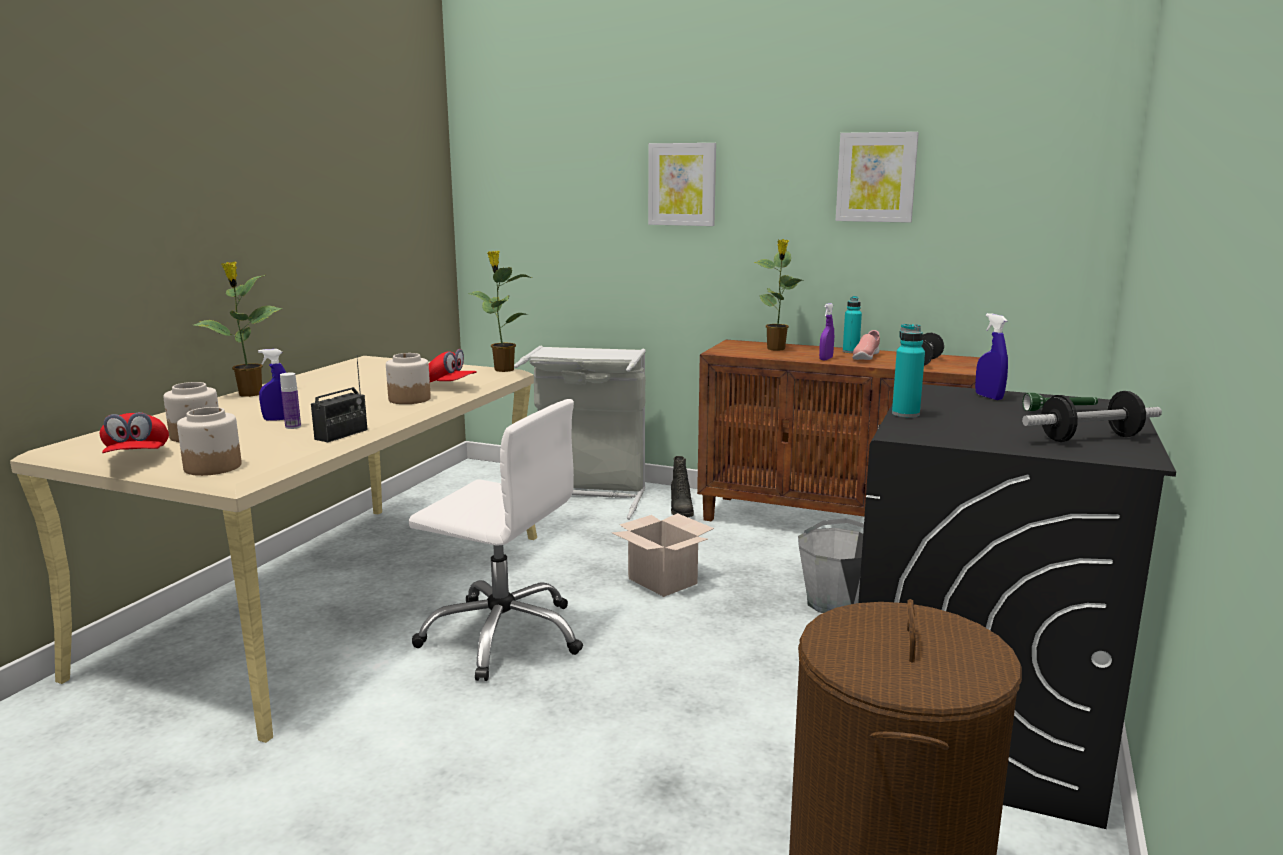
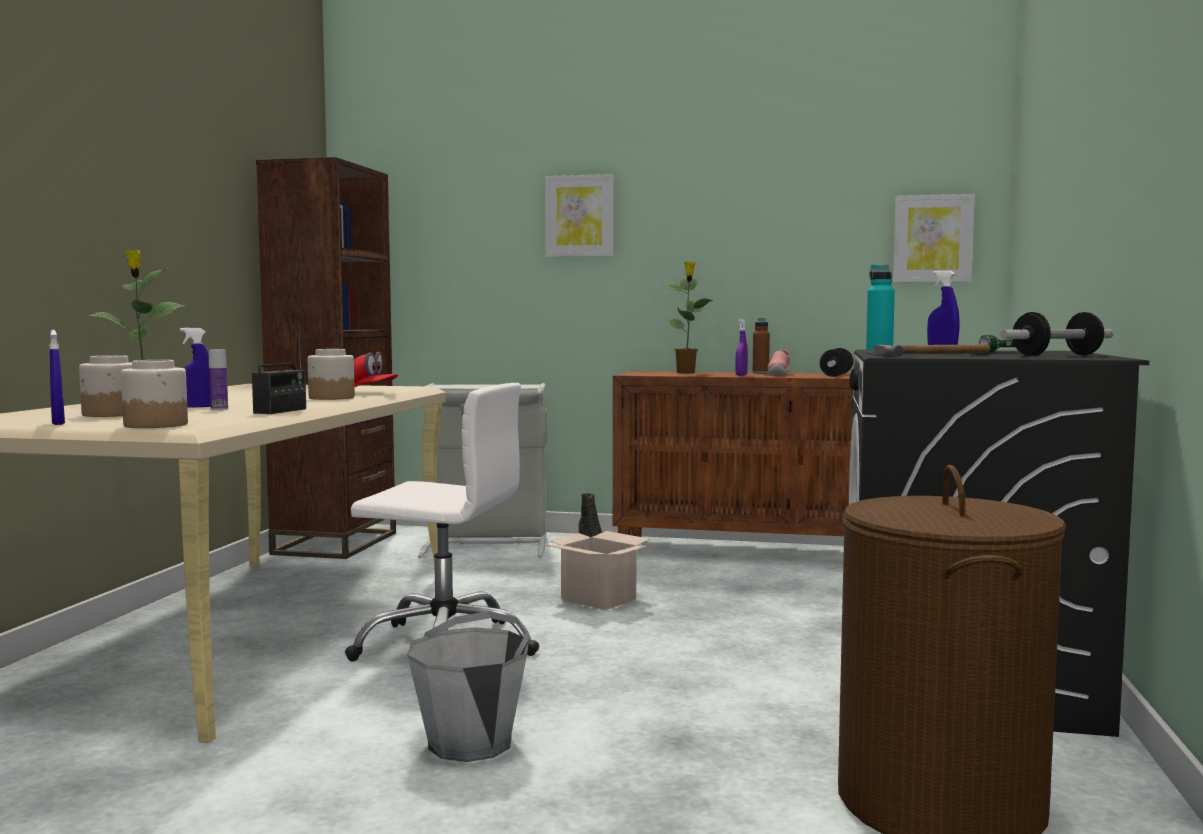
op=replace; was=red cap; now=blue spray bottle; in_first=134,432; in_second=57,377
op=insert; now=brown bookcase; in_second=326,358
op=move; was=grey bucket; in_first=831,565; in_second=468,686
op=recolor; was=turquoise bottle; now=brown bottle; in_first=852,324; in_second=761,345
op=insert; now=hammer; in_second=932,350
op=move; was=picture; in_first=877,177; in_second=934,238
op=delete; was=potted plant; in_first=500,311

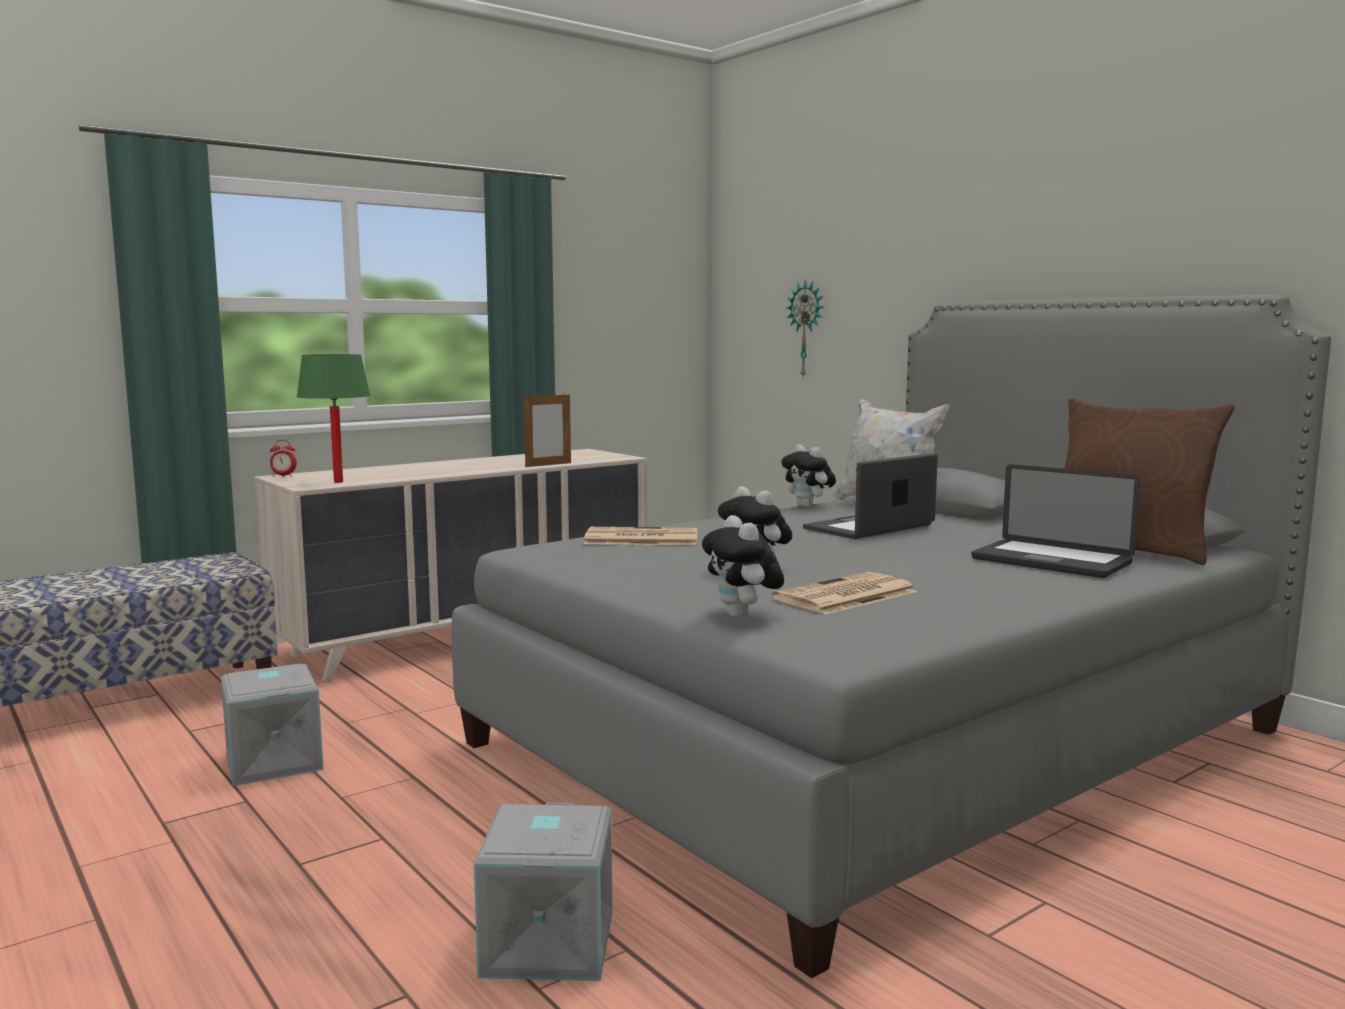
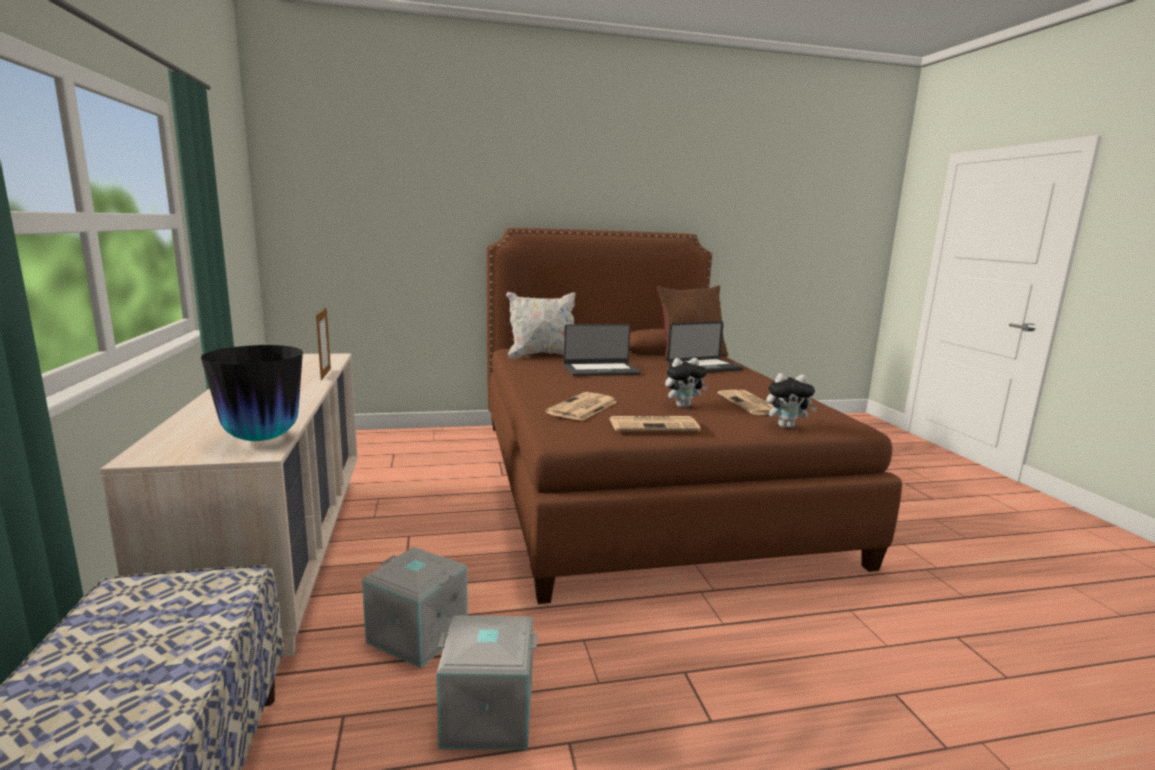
op=replace; was=green table lamp; now=vase; in_first=334,418; in_second=252,393
op=move; was=grey storage box; in_first=543,891; in_second=415,607
op=recolor; was=grey bed; now=brown bed; in_first=891,636; in_second=694,416
op=rotate; was=laptop; in_first=870,496; in_second=602,350; clockwise=-90
op=insert; now=newspaper; in_second=655,423
op=delete; was=alarm clock; in_first=283,458
op=delete; was=plush toy; in_first=808,476
op=delete; was=wall clock; in_first=805,328

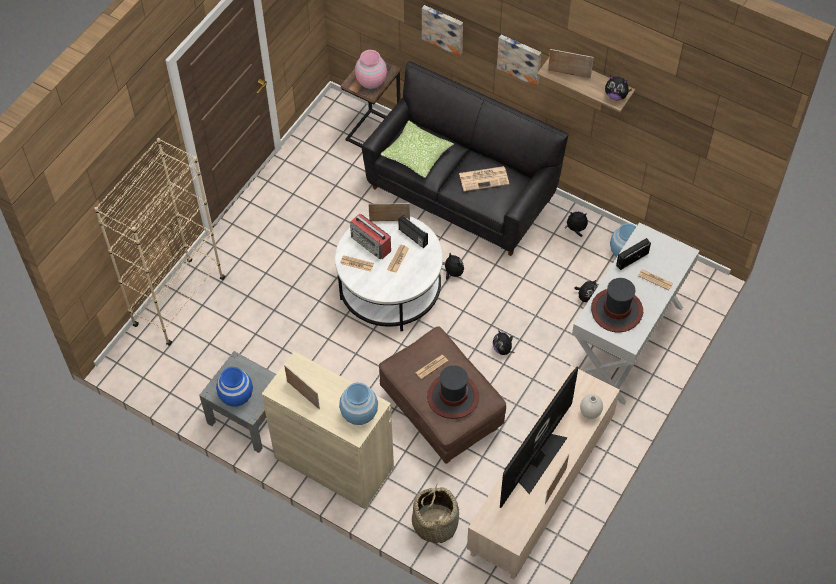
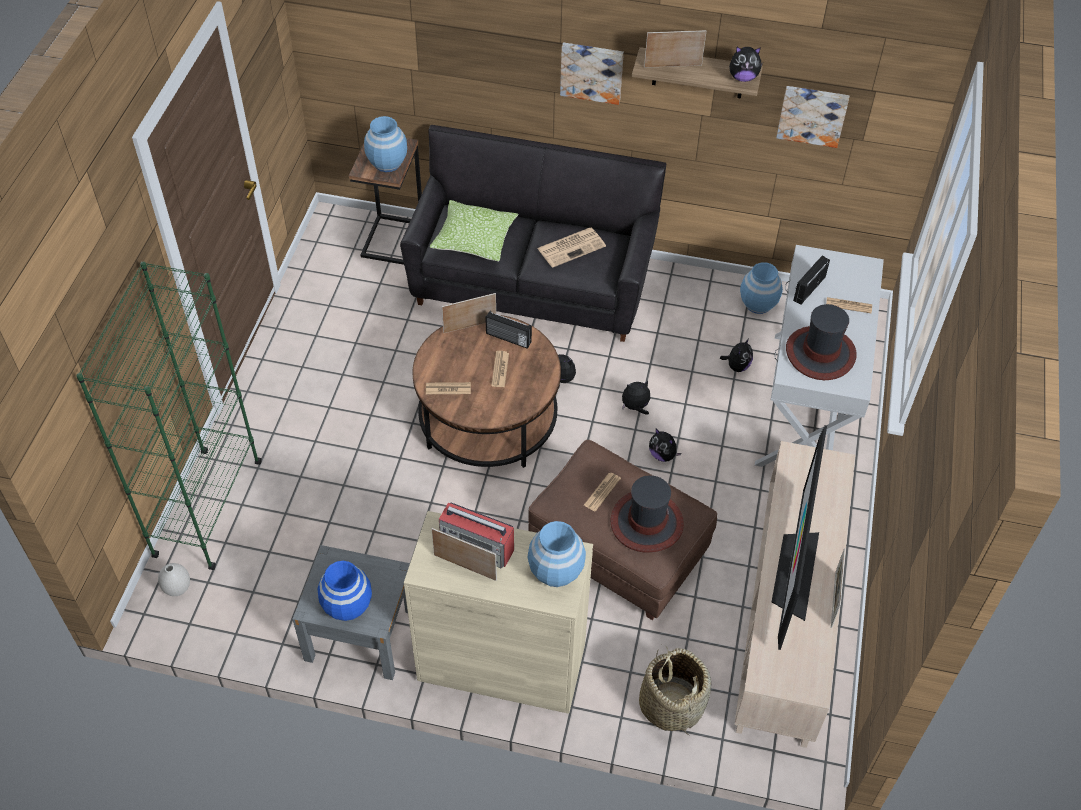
op=recolor; was=beige bookcase; now=green bookcase; in_first=159,241; in_second=169,416
op=move; was=white vase; in_first=591,406; in_second=174,579
op=recolor; was=pink vase; now=blue vase; in_first=371,70; in_second=385,144
op=recolor; was=white coffee table; now=brown coffee table; in_first=389,273; in_second=486,391
op=move; was=radio; in_first=370,236; in_second=476,535
op=move; was=plush toy; in_first=576,224; in_second=636,398
op=move; was=picture; in_first=442,30; in_second=812,117

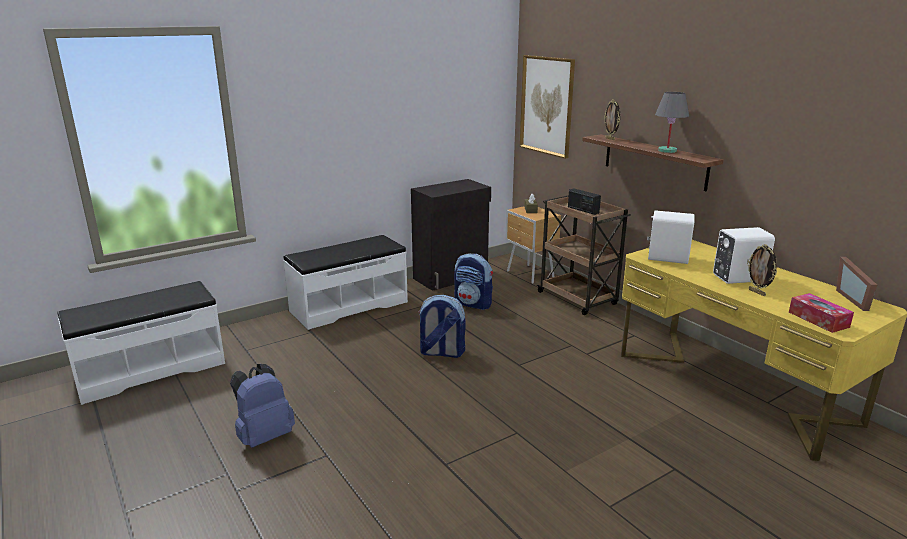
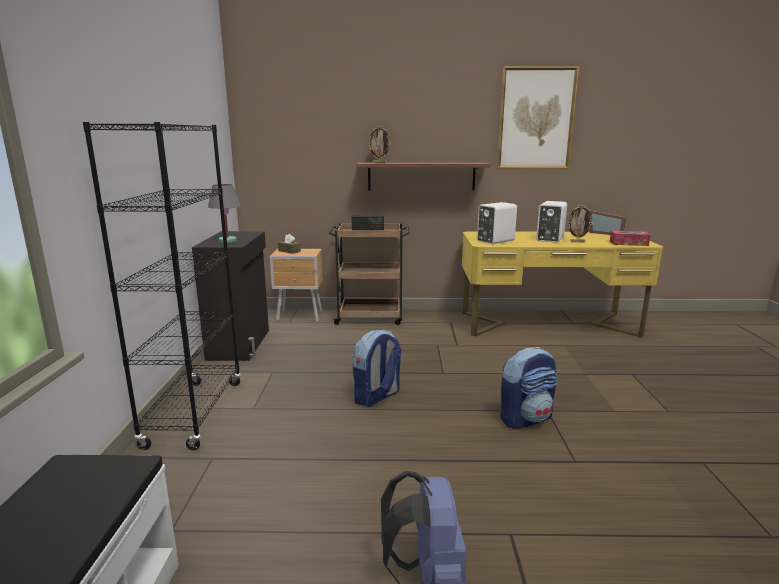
op=replace; was=white bench; now=black bookcase; in_first=345,282; in_second=162,286
op=move; was=grey table lamp; in_first=672,122; in_second=224,213
op=move; was=picture; in_first=547,107; in_second=538,117
op=move; was=backpack; in_first=473,282; in_second=528,388

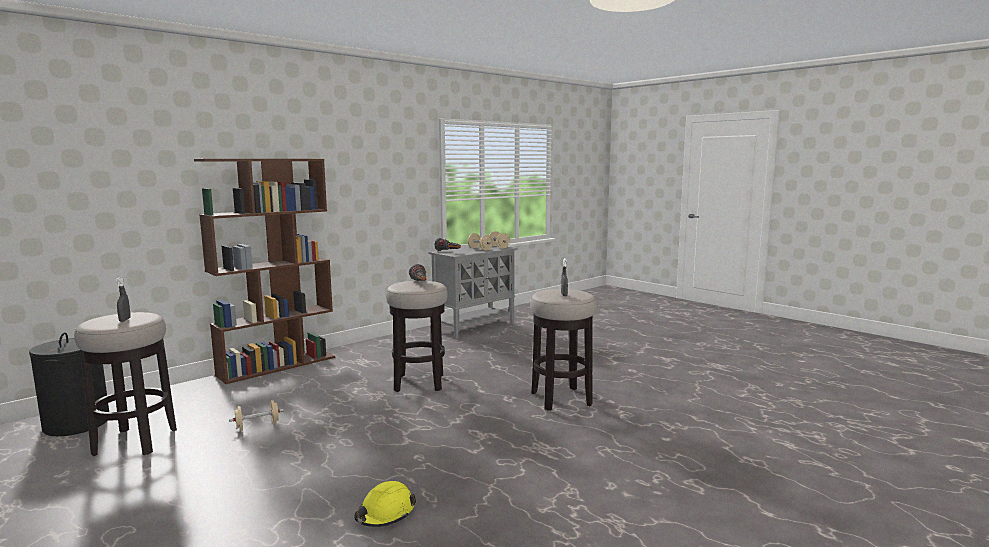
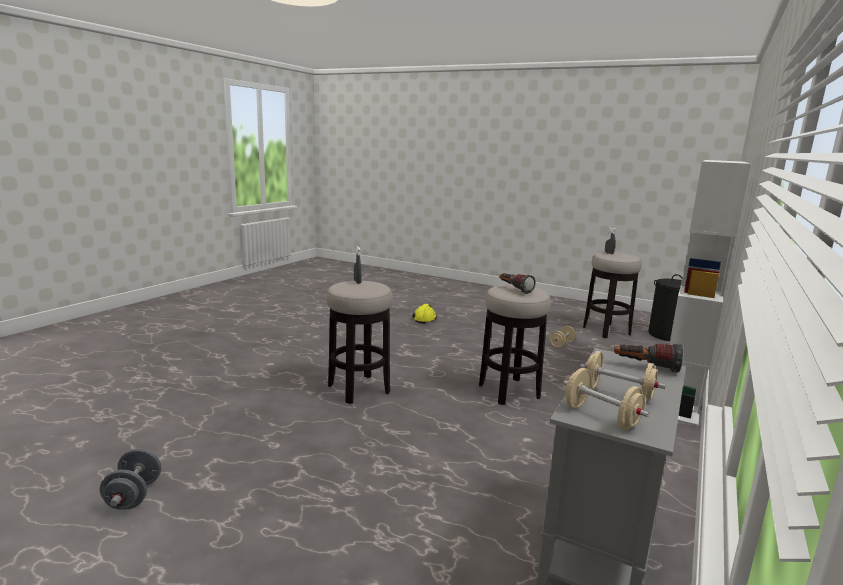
op=insert; now=grey dumbbell; in_second=131,479
op=recolor; was=brown bookcase; now=white bookcase; in_first=264,271; in_second=710,293

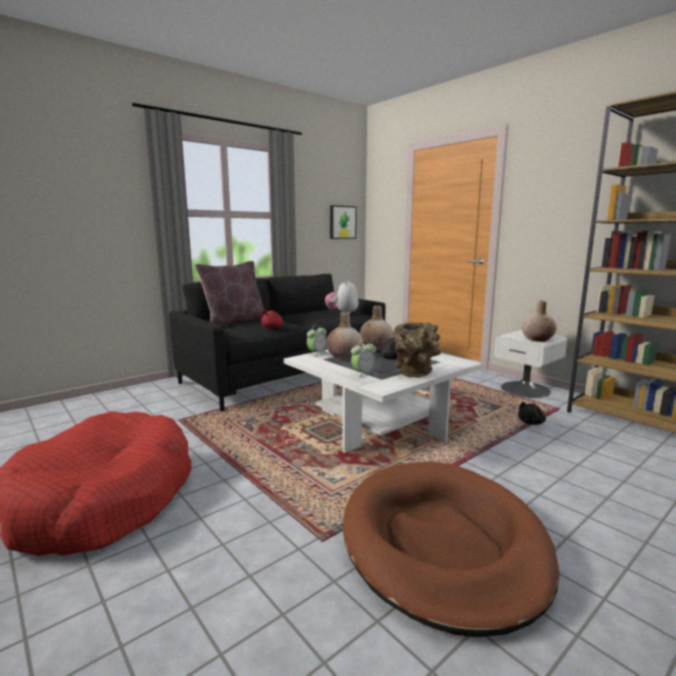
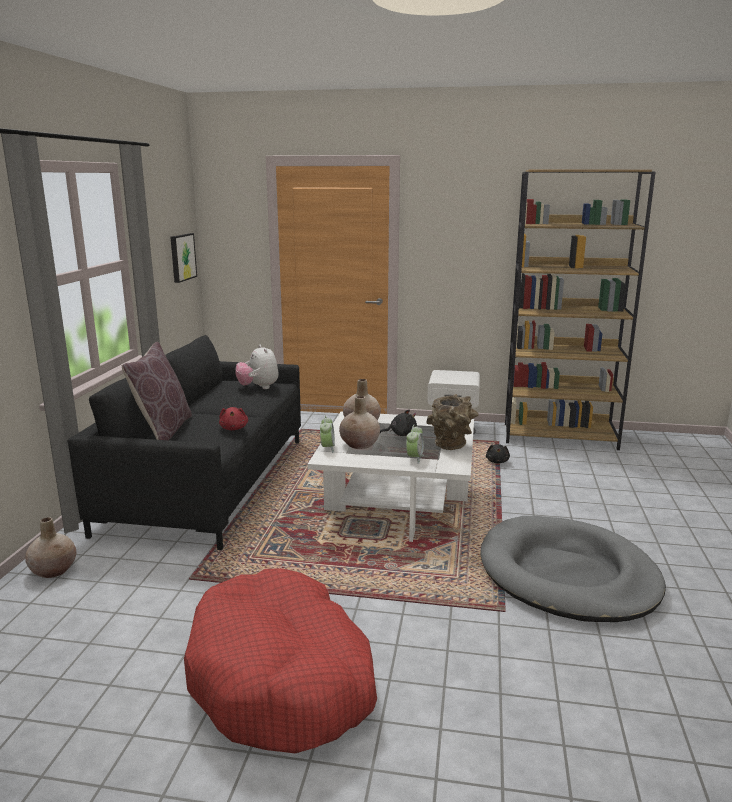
op=move; was=beige vase; in_first=539,321; in_second=51,547
op=recolor; was=brown dog bed; now=grey dog bed; in_first=451,549; in_second=573,569

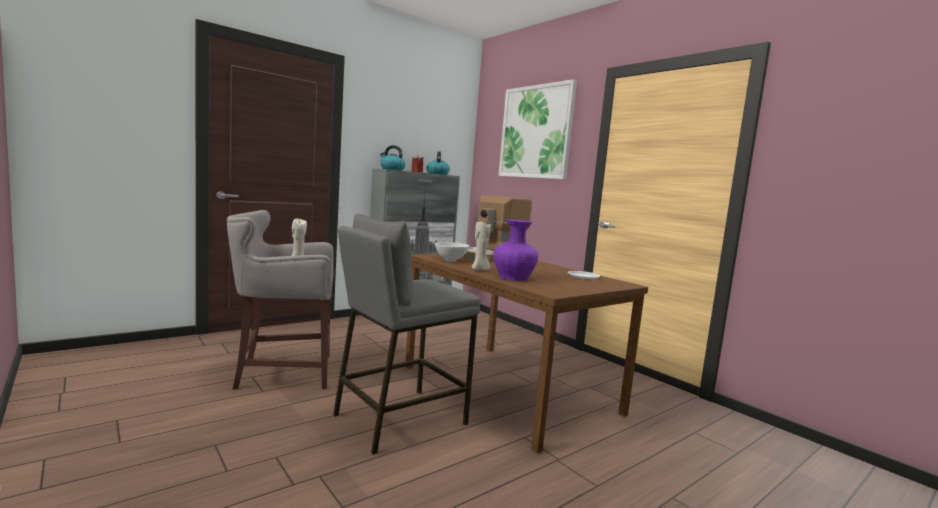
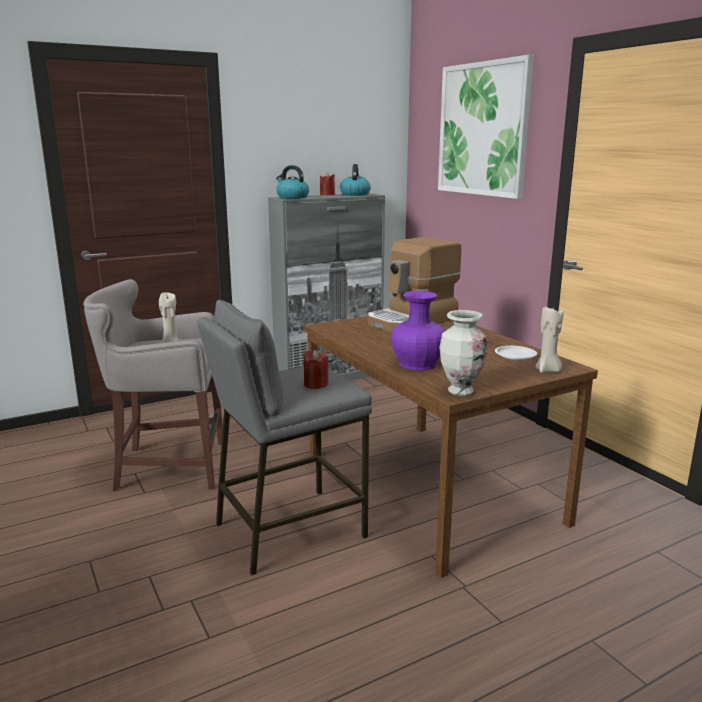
op=insert; now=red candle; in_second=316,369
op=insert; now=vase; in_second=463,353
op=move; was=beige candle; in_first=481,246; in_second=549,339
op=delete; was=white bowl; in_first=452,252

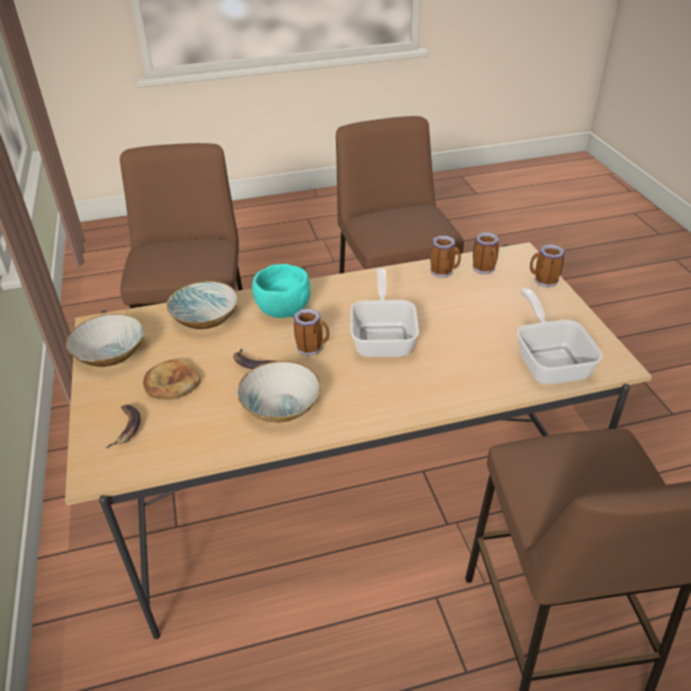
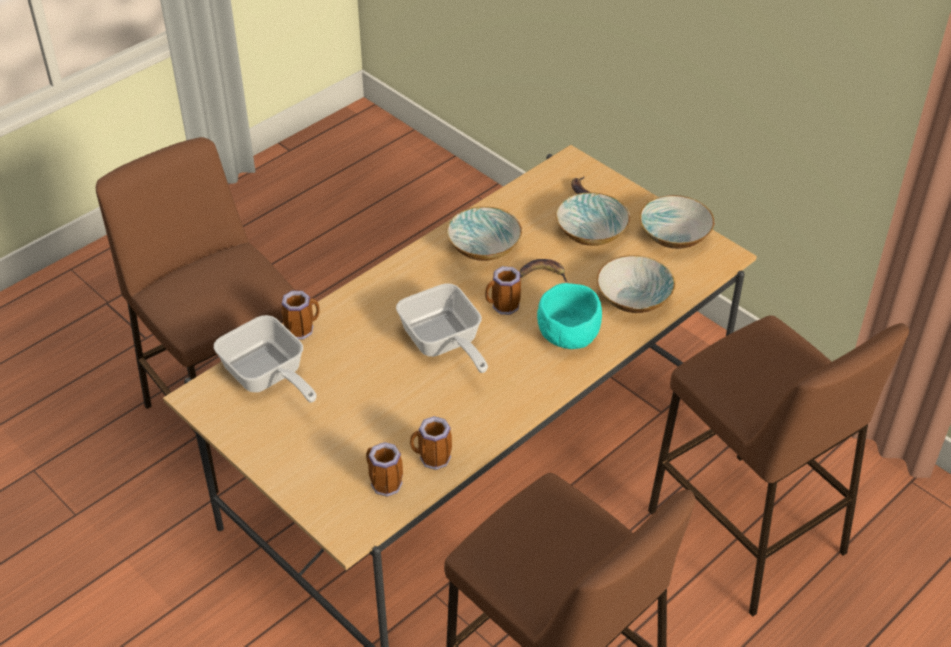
op=move; was=mug; in_first=547,266; in_second=300,315
op=replace; was=bread; now=bowl; in_first=172,379; in_second=592,219

